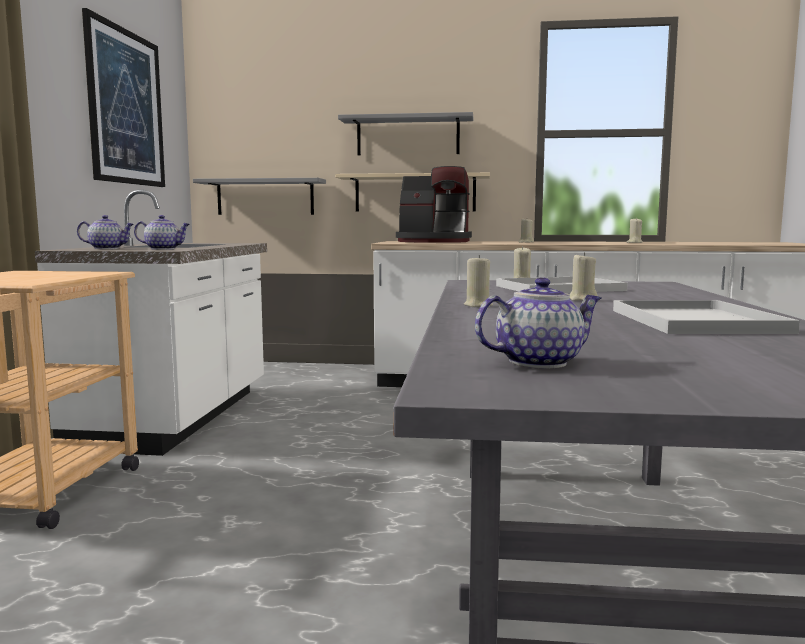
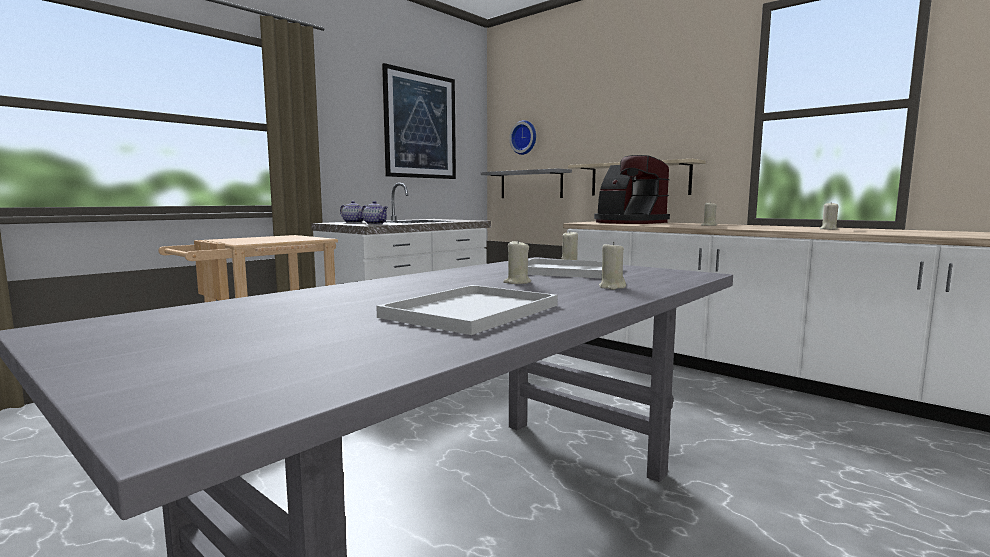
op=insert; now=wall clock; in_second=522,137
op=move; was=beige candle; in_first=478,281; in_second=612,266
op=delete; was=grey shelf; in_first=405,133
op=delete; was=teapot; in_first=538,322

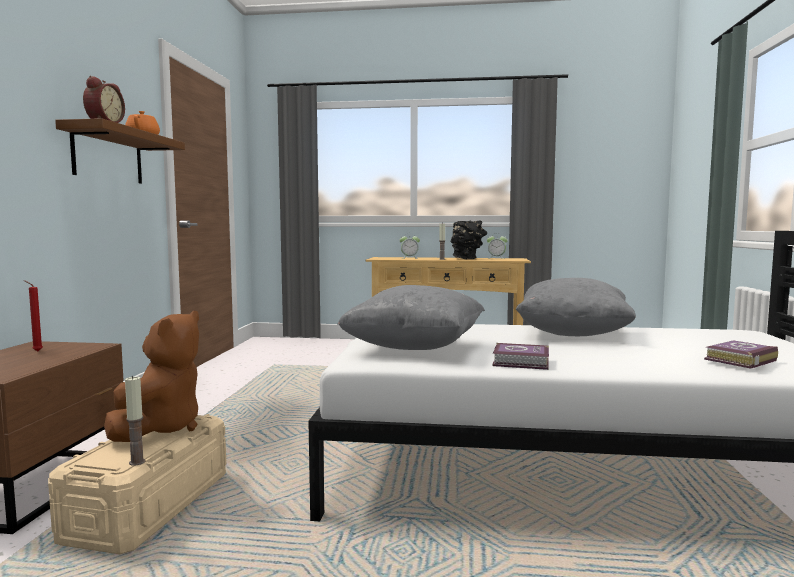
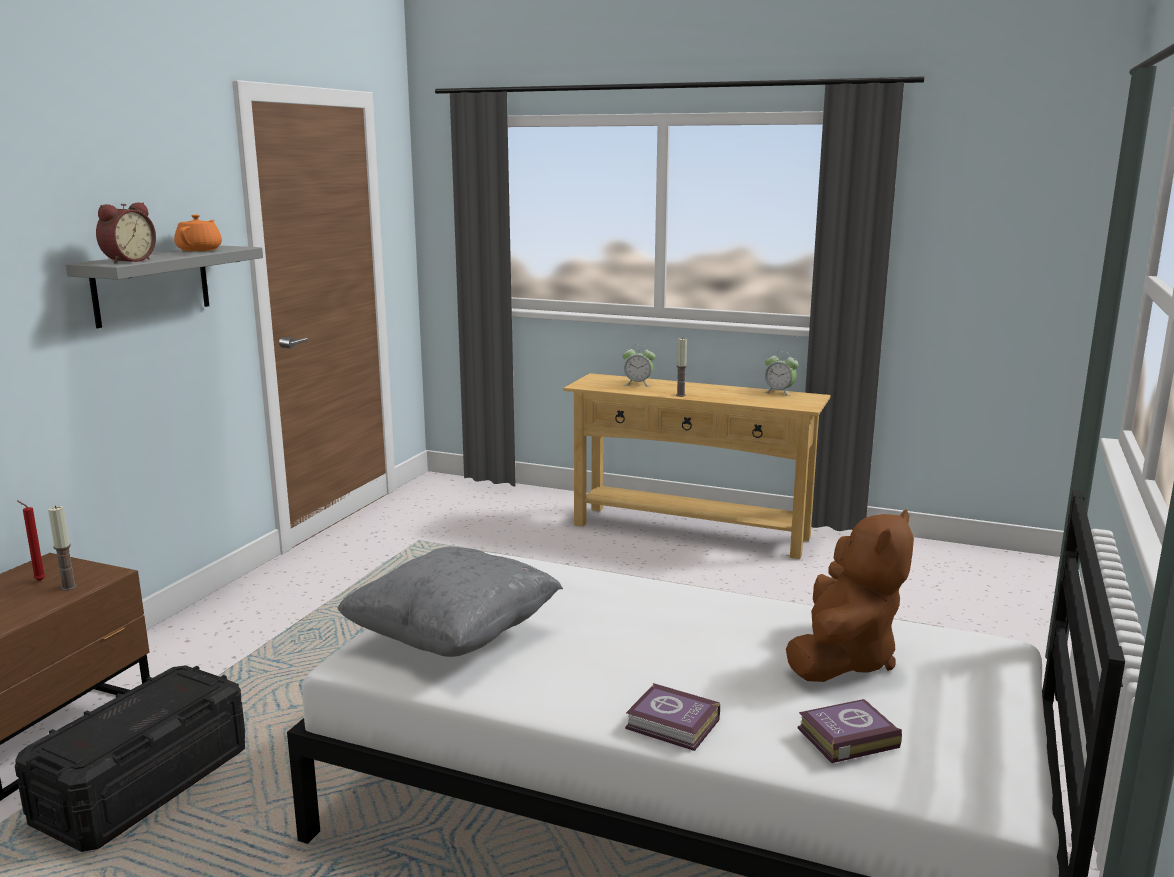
op=recolor; was=beige storage box; now=black storage box; in_first=137,484; in_second=130,758
op=move; was=candle; in_first=135,421; in_second=62,548
op=recolor; was=brown shelf; now=grey shelf; in_first=120,151; in_second=164,286
op=move; was=book; in_first=520,356; in_second=672,717
op=move; was=brown plush toy; in_first=151,376; in_second=850,595
op=delete; was=black vase; in_first=468,239
op=delete; was=grey pillow; in_first=576,307

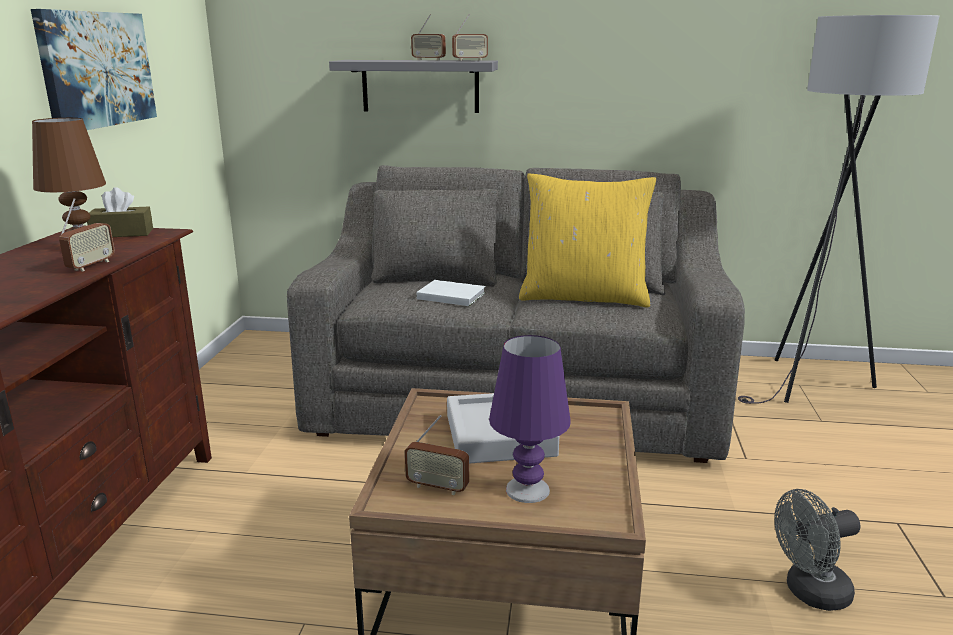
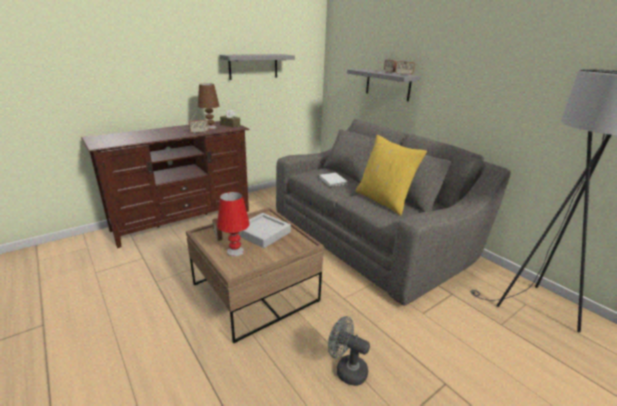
op=recolor; was=purple table lamp; now=red table lamp; in_first=530,419; in_second=233,224
op=replace; was=picture; now=grey shelf; in_first=94,69; in_second=257,67

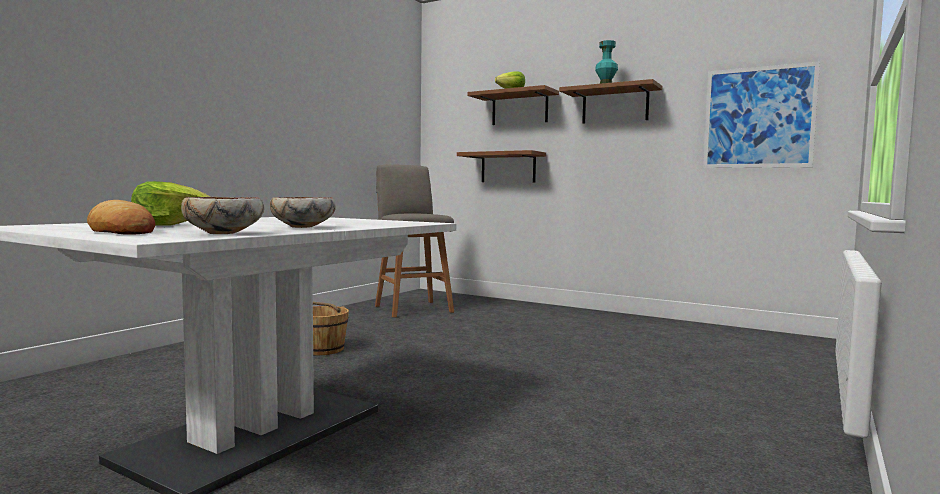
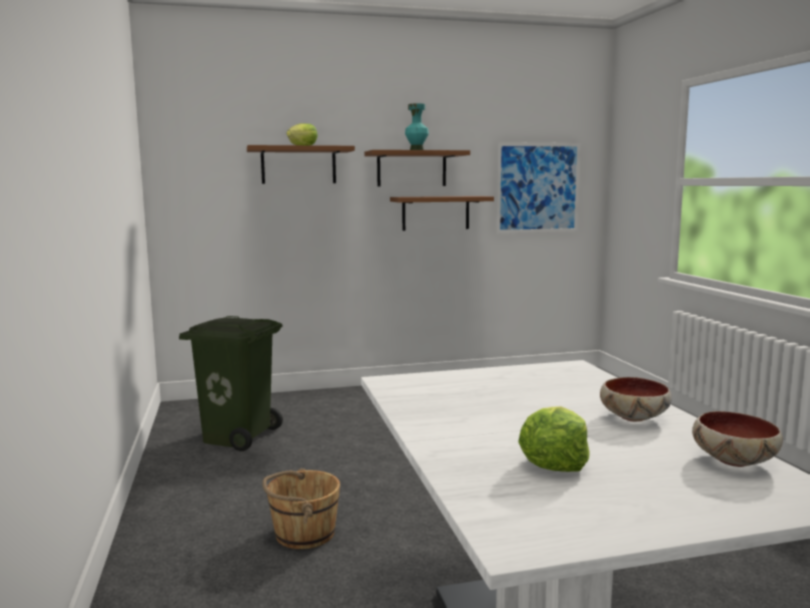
op=replace; was=grey stool; now=green trash can; in_first=414,241; in_second=231,383
op=move; was=brown shelf; in_first=501,166; in_second=442,213
op=delete; was=bread; in_first=121,217

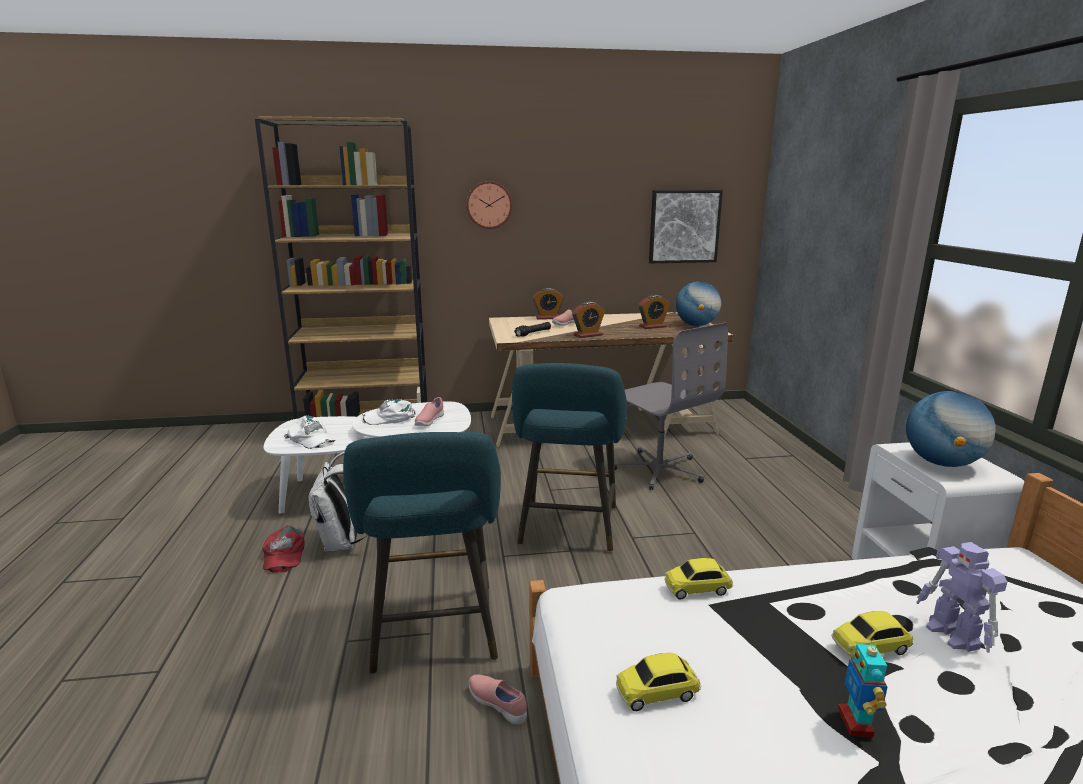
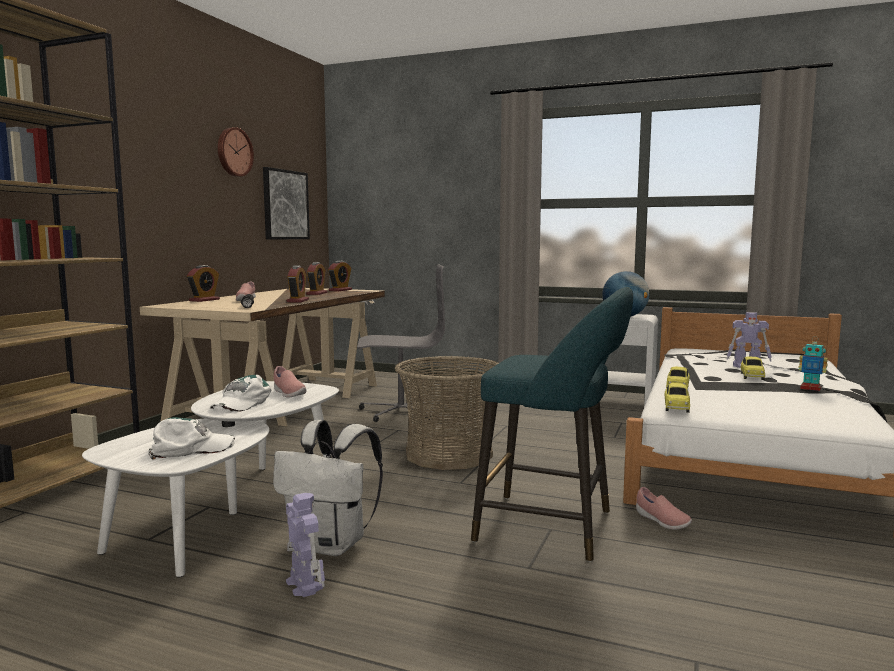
op=move; was=wall clock; in_first=489,205; in_second=236,152
op=replace; was=red cap; now=toy robot; in_first=283,549; in_second=305,545
op=replace; was=globe; now=alarm clock; in_first=698,303; in_second=340,276
op=replace; was=turquoise stool; now=basket; in_first=569,457; in_second=447,413
op=rotate; was=pink shoe; in_first=498,699; in_second=664,508; clockwise=-105
op=move; was=toy car; in_first=658,682; in_second=677,398

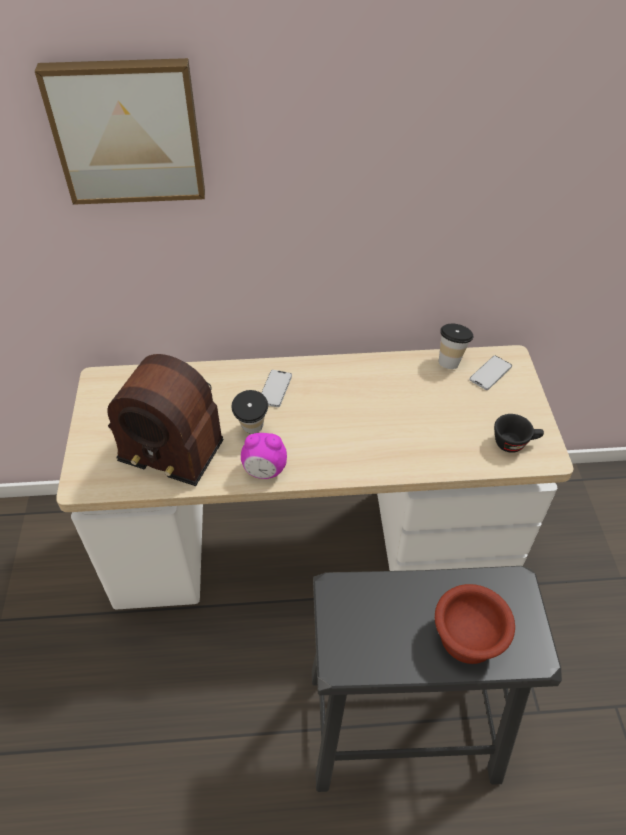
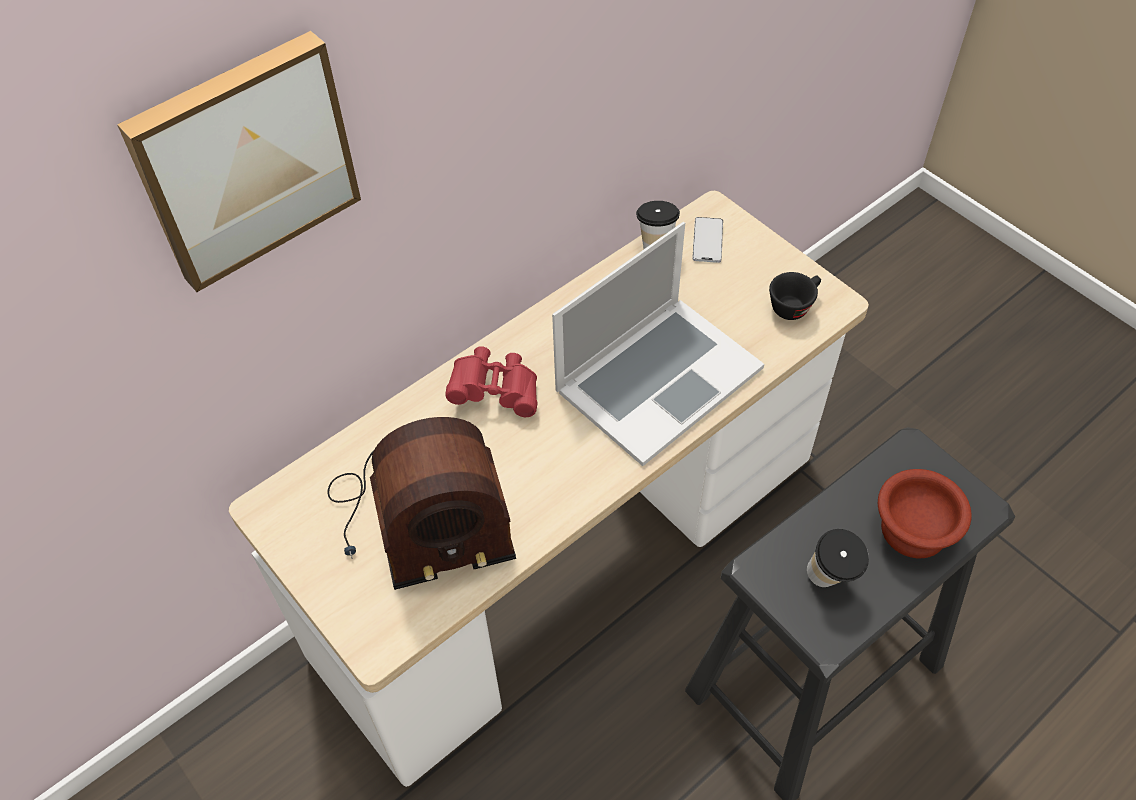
op=replace; was=phone; now=red binoculars; in_first=276,388; in_second=491,381
op=insert; now=laptop; in_second=658,344
op=move; was=cup; in_first=249,412; in_second=838,558
op=delete; was=alarm clock; in_first=264,456

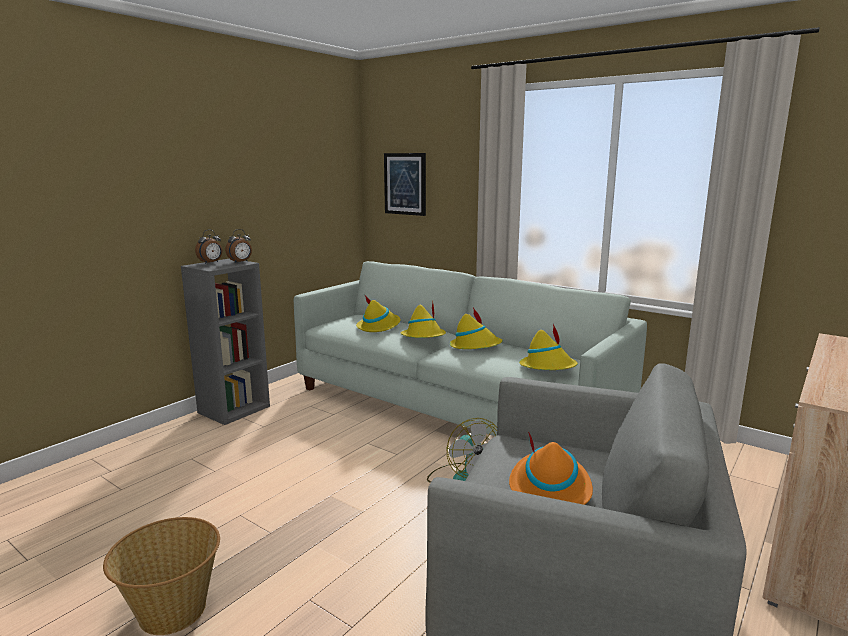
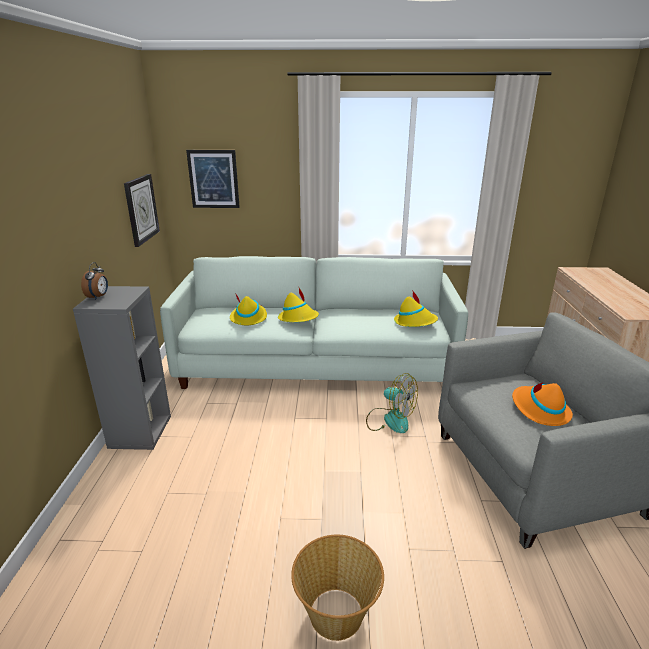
op=insert; now=wall clock; in_second=142,210
op=delete; was=alarm clock; in_first=238,246
op=delete; was=yellow hat; in_first=476,328

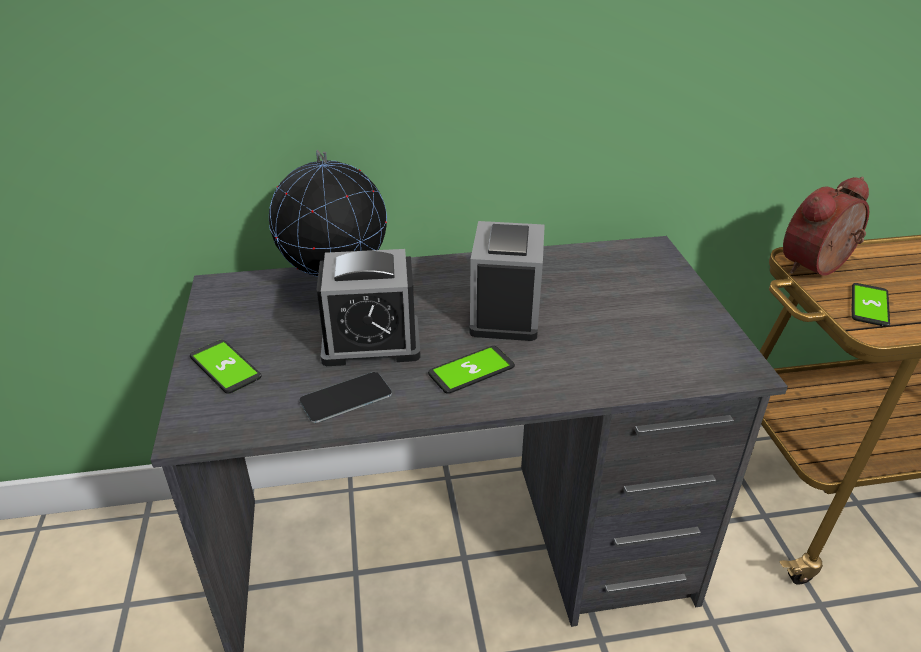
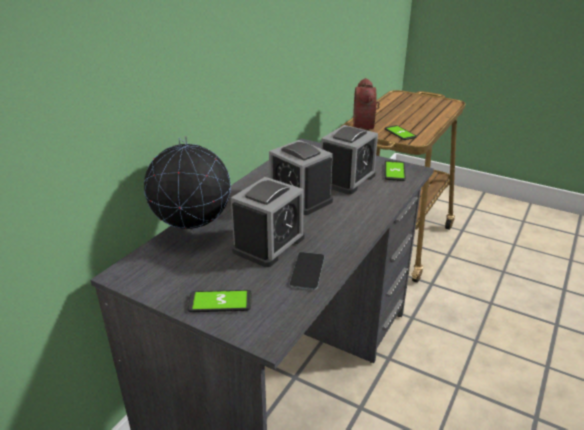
op=insert; now=alarm clock; in_second=349,160
op=move; was=phone; in_first=471,370; in_second=395,171

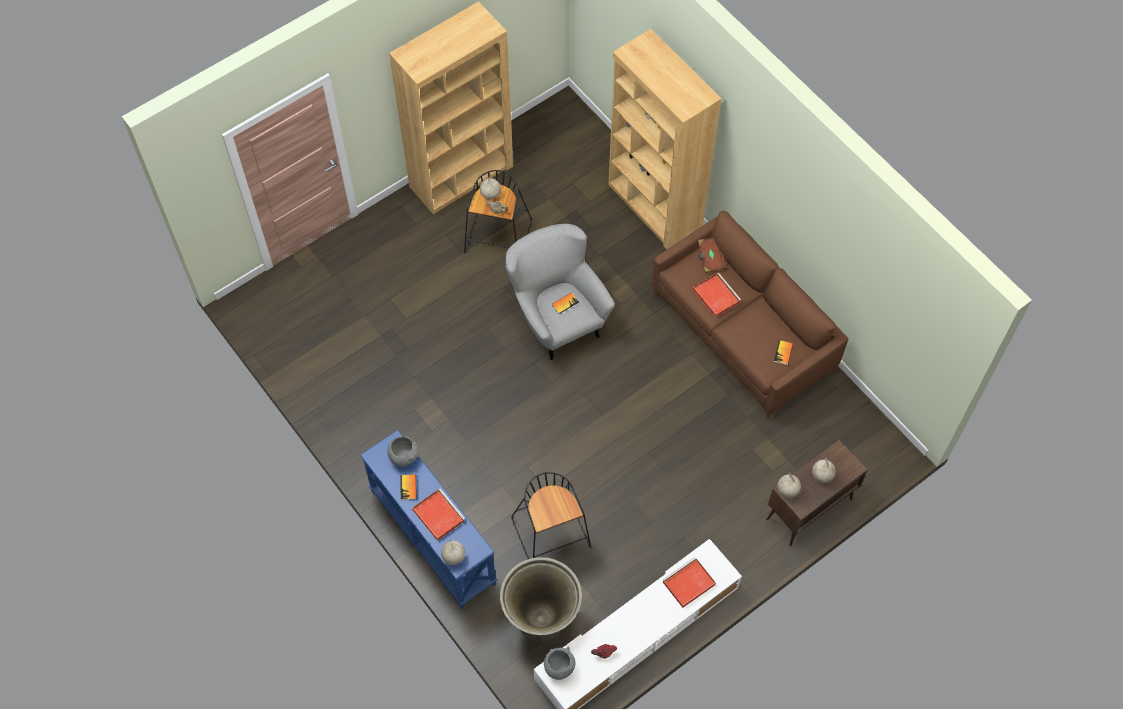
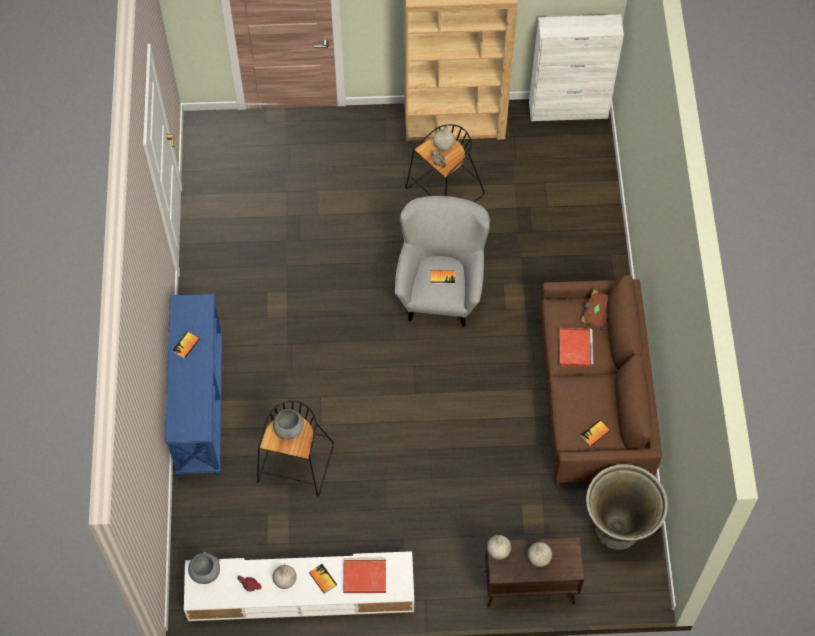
op=move; was=grey bowl; in_first=402,451; in_second=288,424
op=move; was=globe; in_first=453,552; in_second=285,576
op=insert; now=book; in_second=323,579
op=insert; now=white cabinet; in_second=576,68
op=move; was=grey planter; in_first=541,599; in_second=627,507
op=delete; was=red tray; in_first=438,514
op=delete; was=brown bookcase; in_first=665,139

